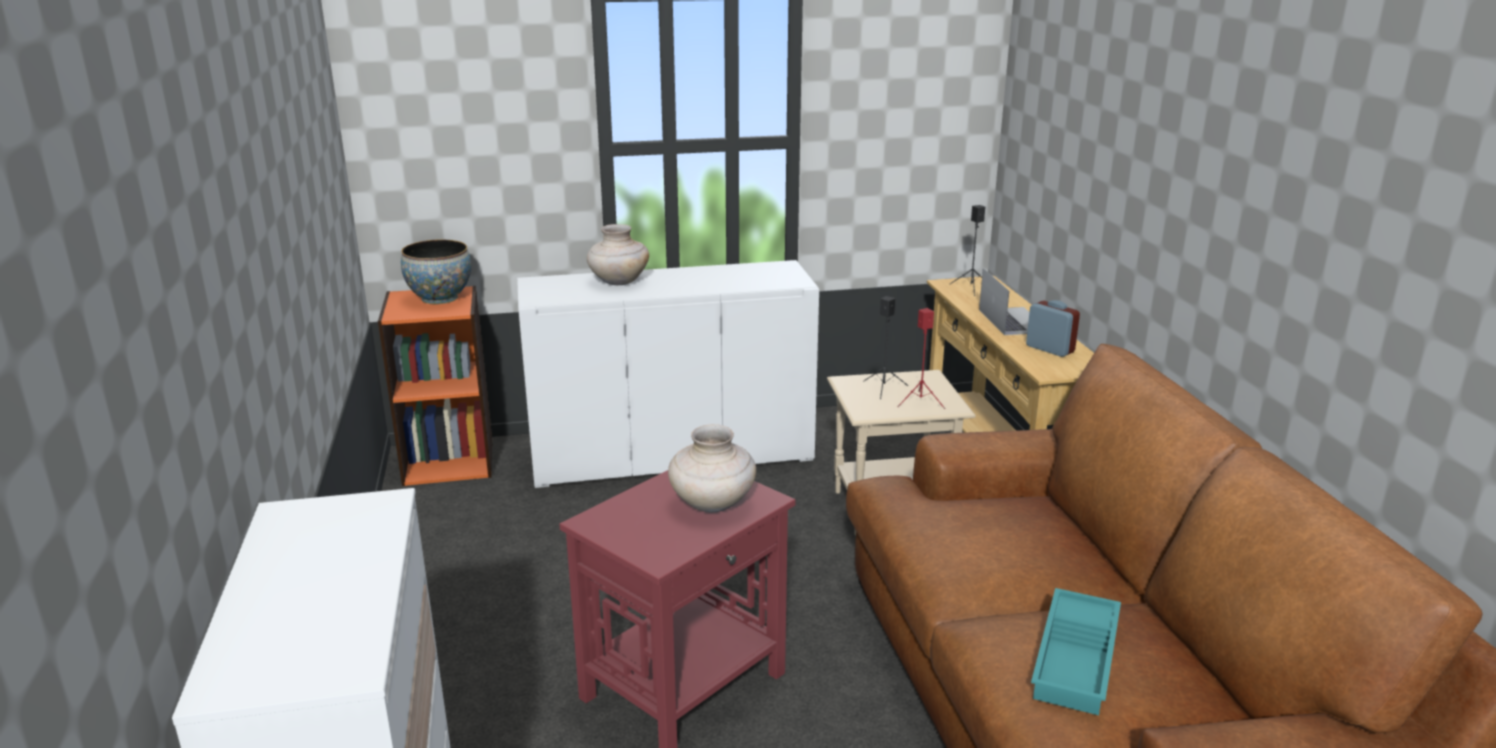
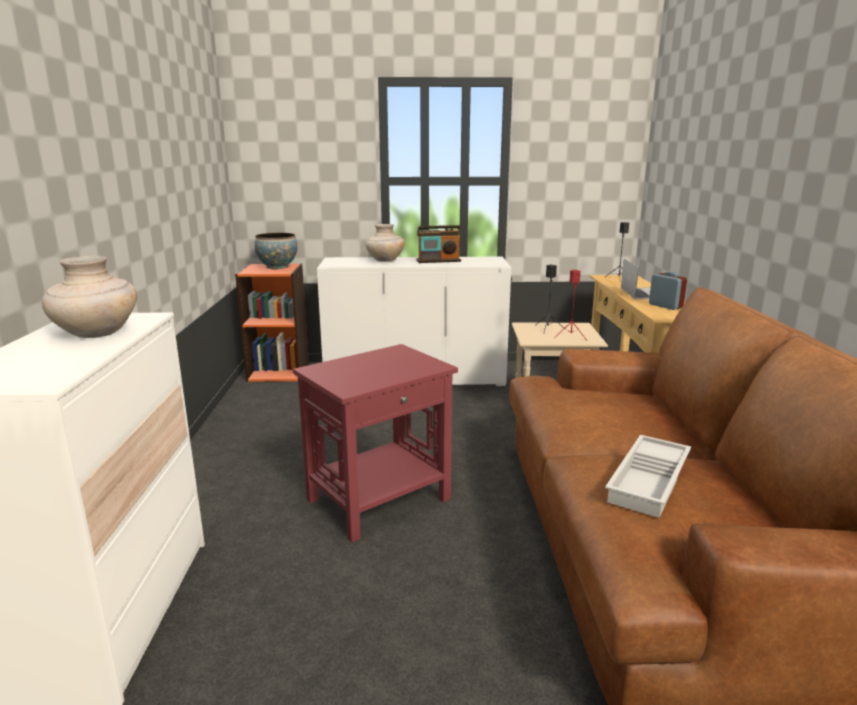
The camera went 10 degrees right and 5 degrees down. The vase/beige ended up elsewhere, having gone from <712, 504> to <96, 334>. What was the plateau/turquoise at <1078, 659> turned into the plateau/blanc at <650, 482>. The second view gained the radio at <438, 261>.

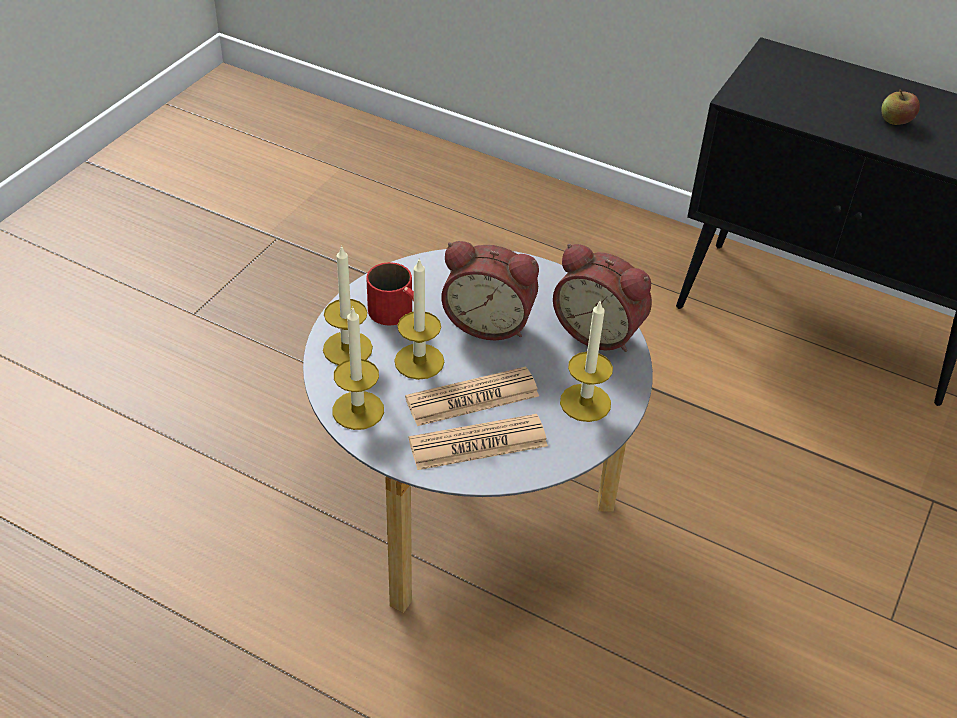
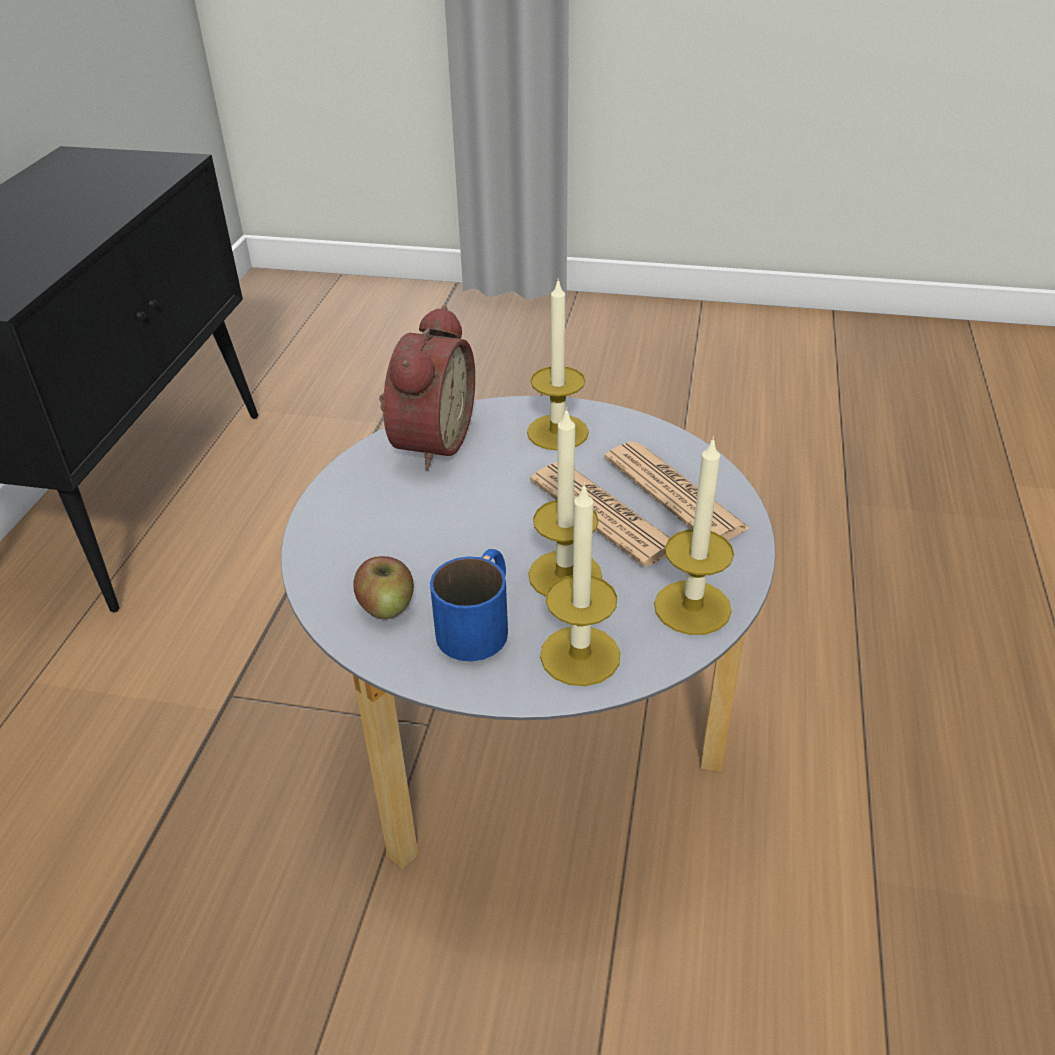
The camera went 105 degrees left and 5 degrees down. What was the mug/rouge at <398, 315> turned into the mug/bleu at <480, 622>. The second view lost the réveil at <489, 322>. The pomme ended up elsewhere, having gone from <896, 121> to <386, 606>.

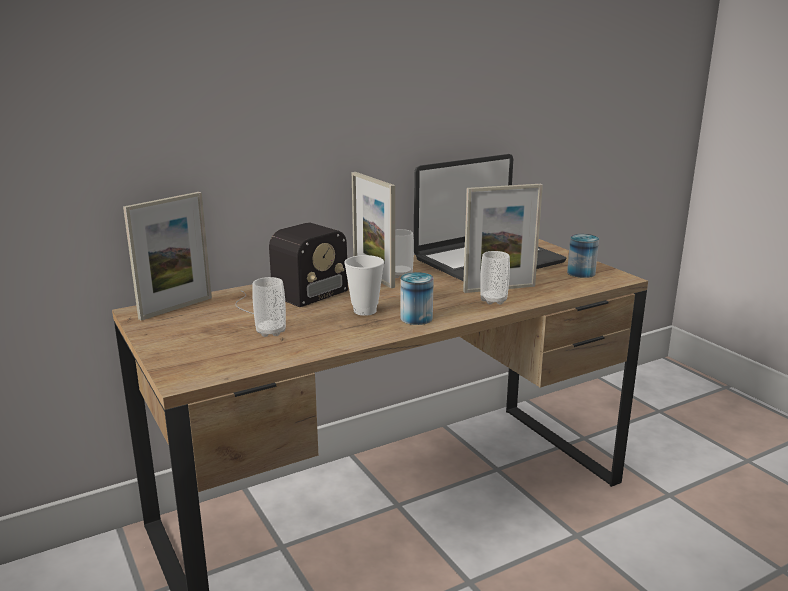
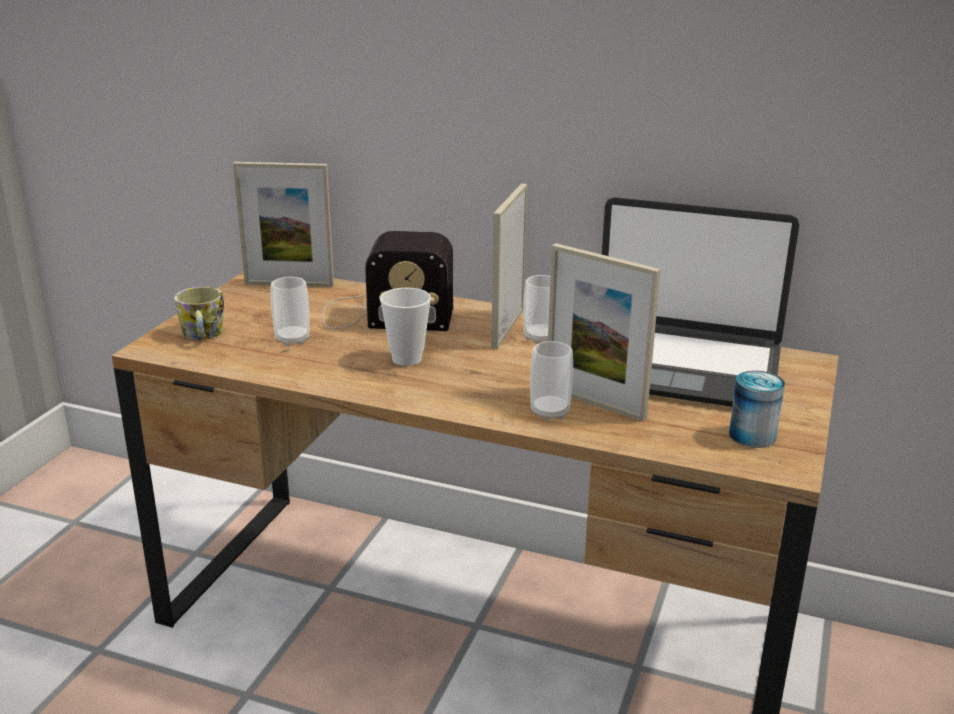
The camera went 50 degrees right and 5 degrees up. The second view lost the boîte métallique at <416, 318>. The second view gained the mug at <202, 335>.

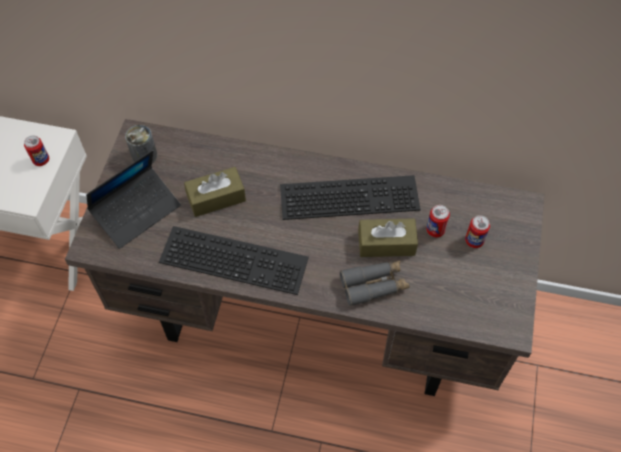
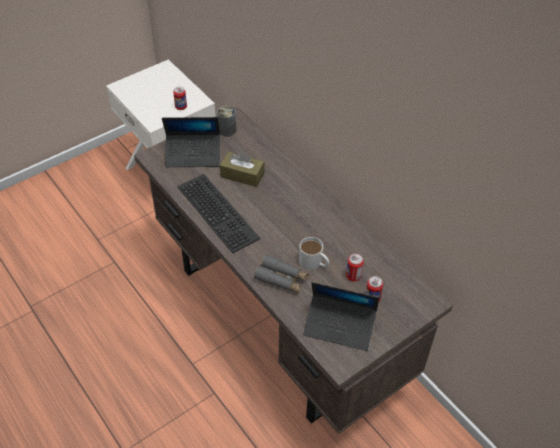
The camera went 40 degrees right and 10 degrees down. The second view lost the clavier at <350, 195>. Where the boîte à mouchoirs/marron stood at <386, 243>, the mug/blanc came to stand at <314, 263>. The second view gained the ordinateur portable at <340, 326>.

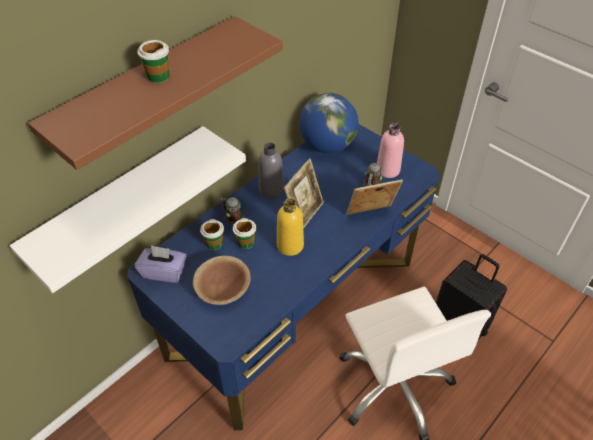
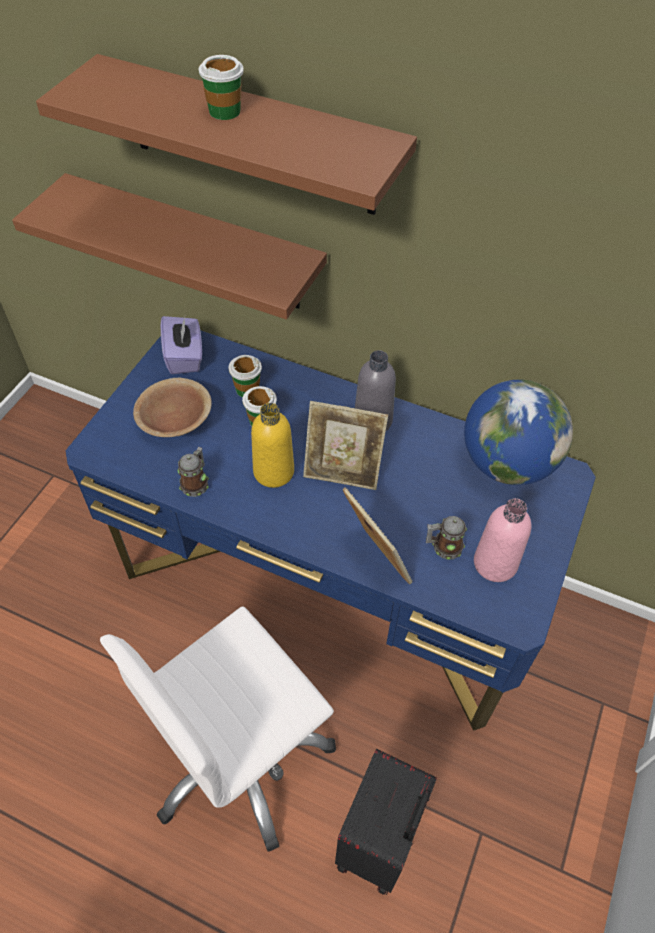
The camera went 70 degrees right and 5 degrees up. What was the étagère/blanc at <121, 201> turned into the étagère/marron at <195, 243>. The mug ended up elsewhere, having gone from <232, 218> to <196, 482>.

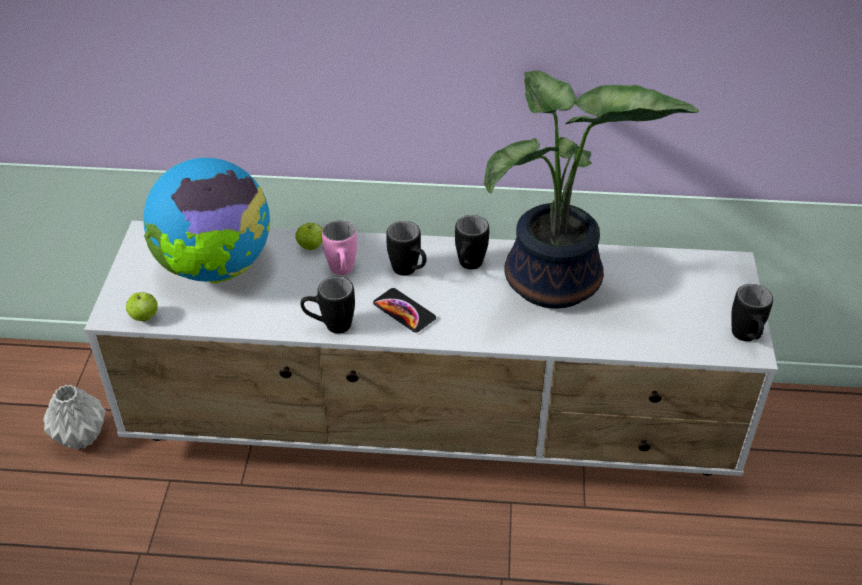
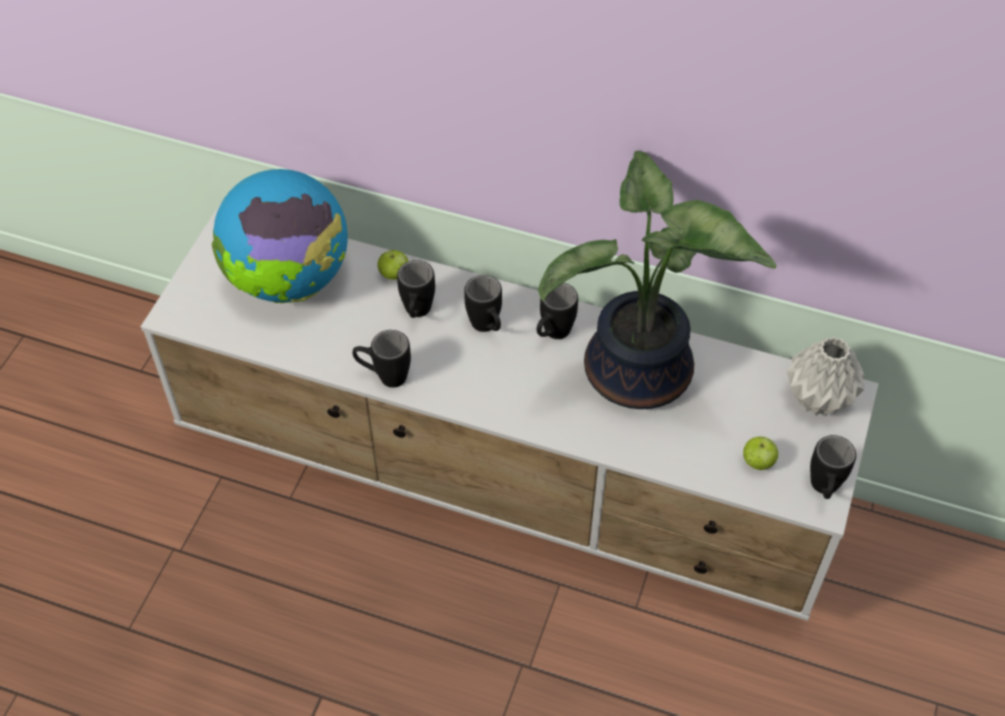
The camera went 15 degrees right and 10 degrees up. The vase/gris ended up elsewhere, having gone from <80, 438> to <817, 400>. The pomme ended up elsewhere, having gone from <144, 317> to <758, 462>. What was the mug/rose at <342, 273> turned into the mug/noir at <417, 314>. The second view lost the téléphone at <404, 311>.

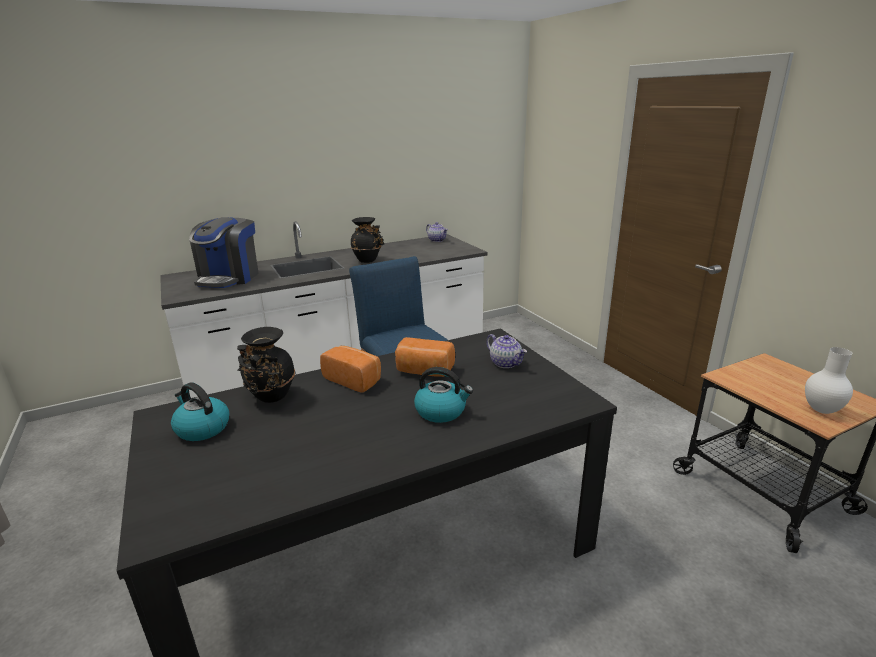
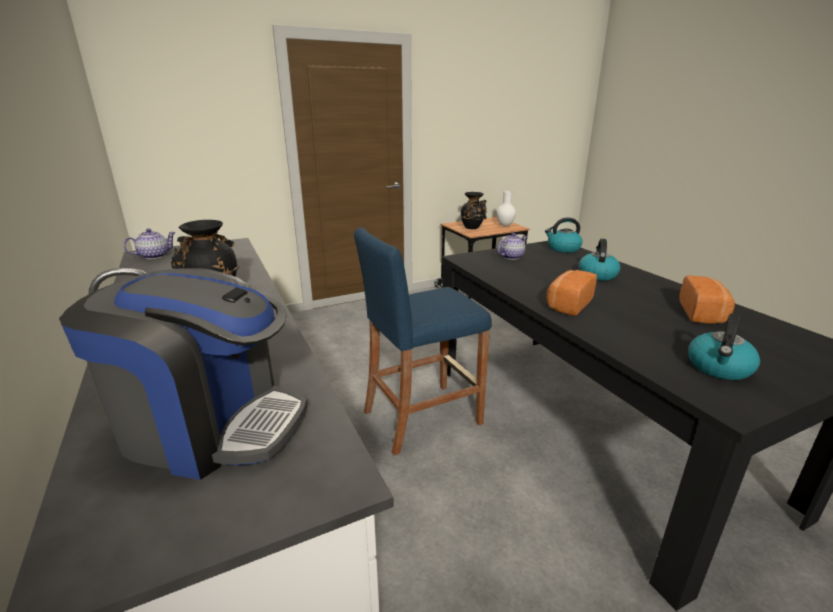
The camera went 90 degrees left and 0 degrees up. The vase/noir ended up elsewhere, having gone from <271, 397> to <473, 227>. The pain ended up elsewhere, having gone from <424, 371> to <703, 313>. The second view gained the bouilloire at <563, 249>.

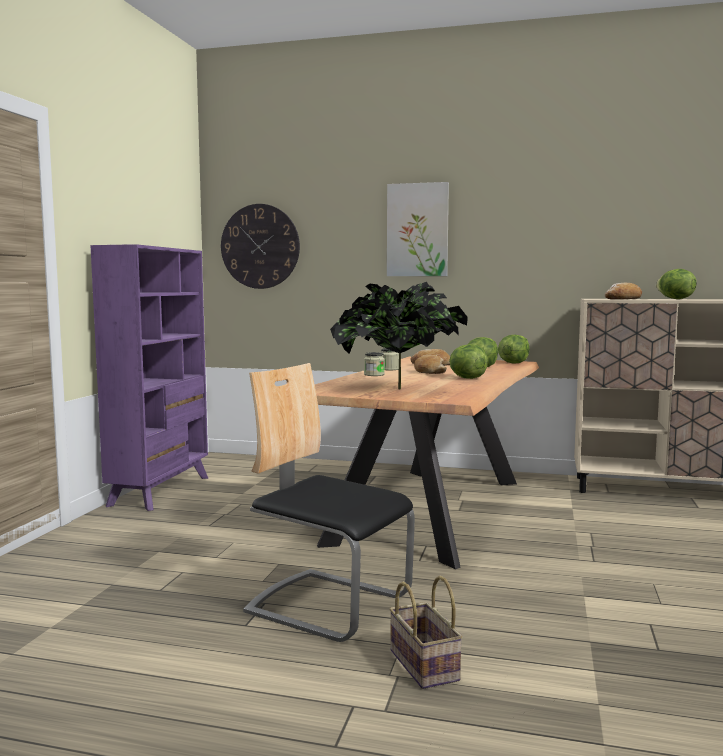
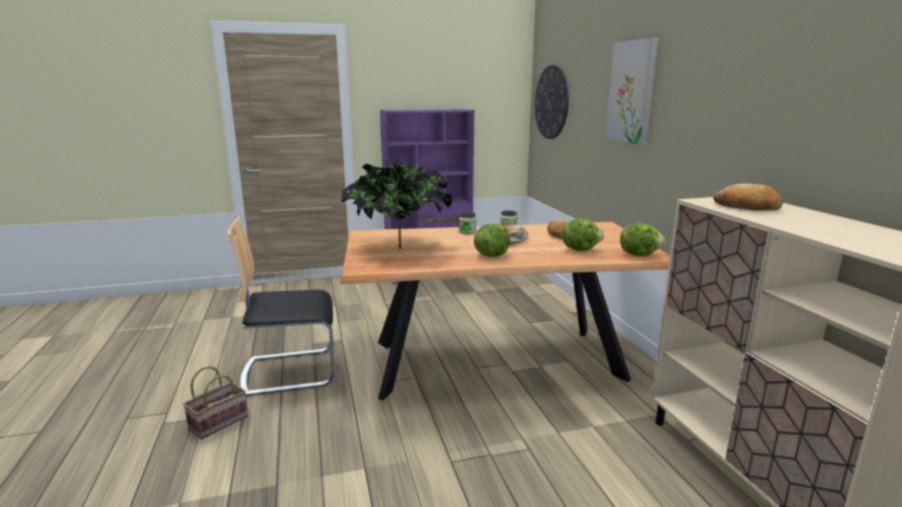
The camera went 60 degrees right and 10 degrees up. The chaise at <328, 604> ended up facing another way, 105 degrees counterclockwise from before. The second view lost the laitue at <675, 299>.

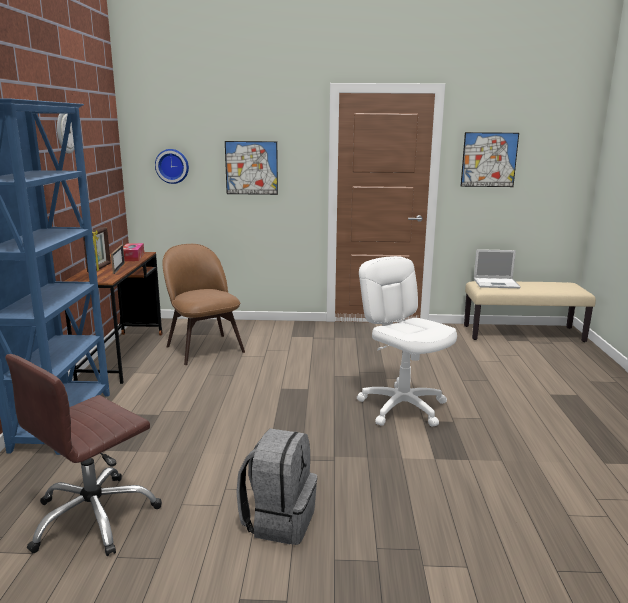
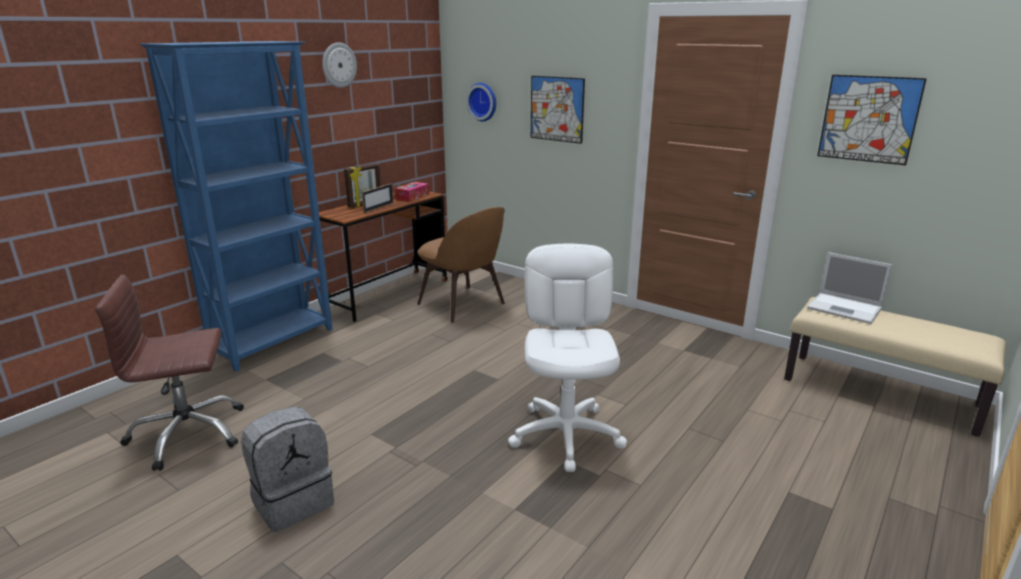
The camera went 35 degrees right and 5 degrees up. The chaise/marron at <204, 348> ended up facing another way, 135 degrees clockwise from before.

